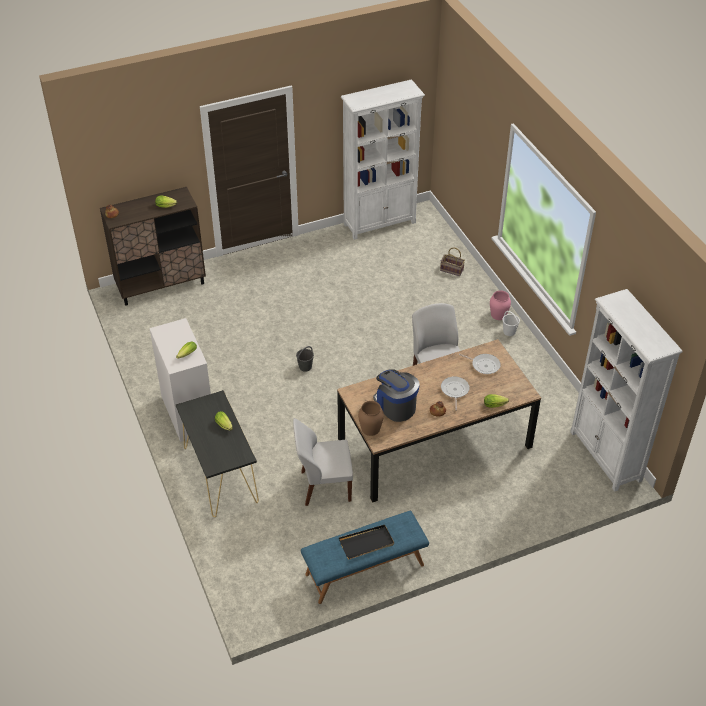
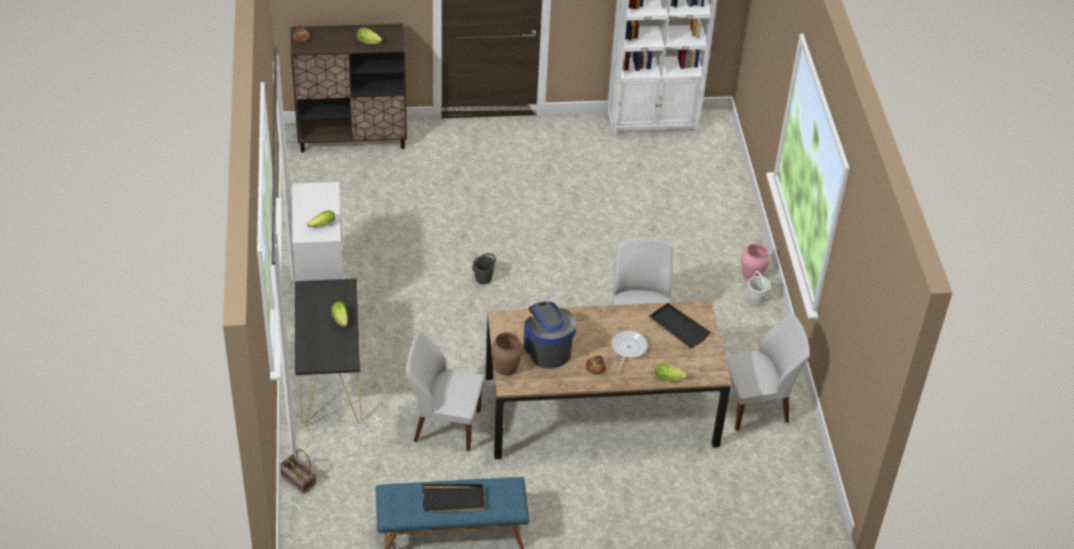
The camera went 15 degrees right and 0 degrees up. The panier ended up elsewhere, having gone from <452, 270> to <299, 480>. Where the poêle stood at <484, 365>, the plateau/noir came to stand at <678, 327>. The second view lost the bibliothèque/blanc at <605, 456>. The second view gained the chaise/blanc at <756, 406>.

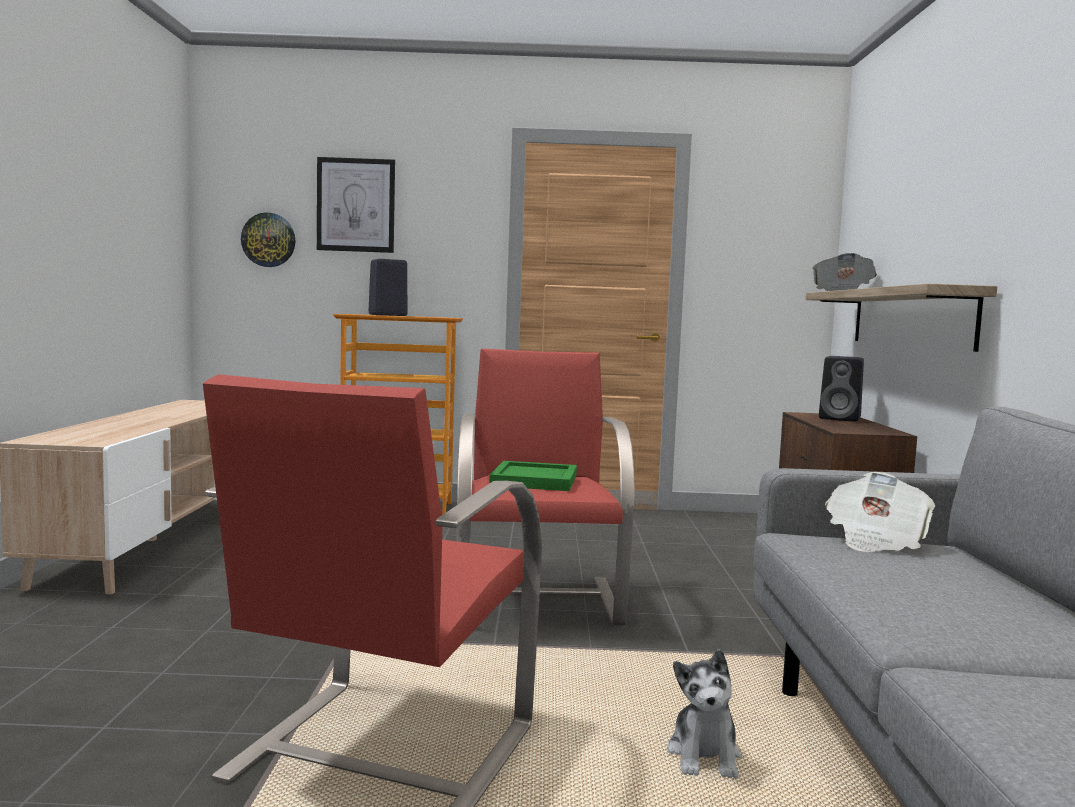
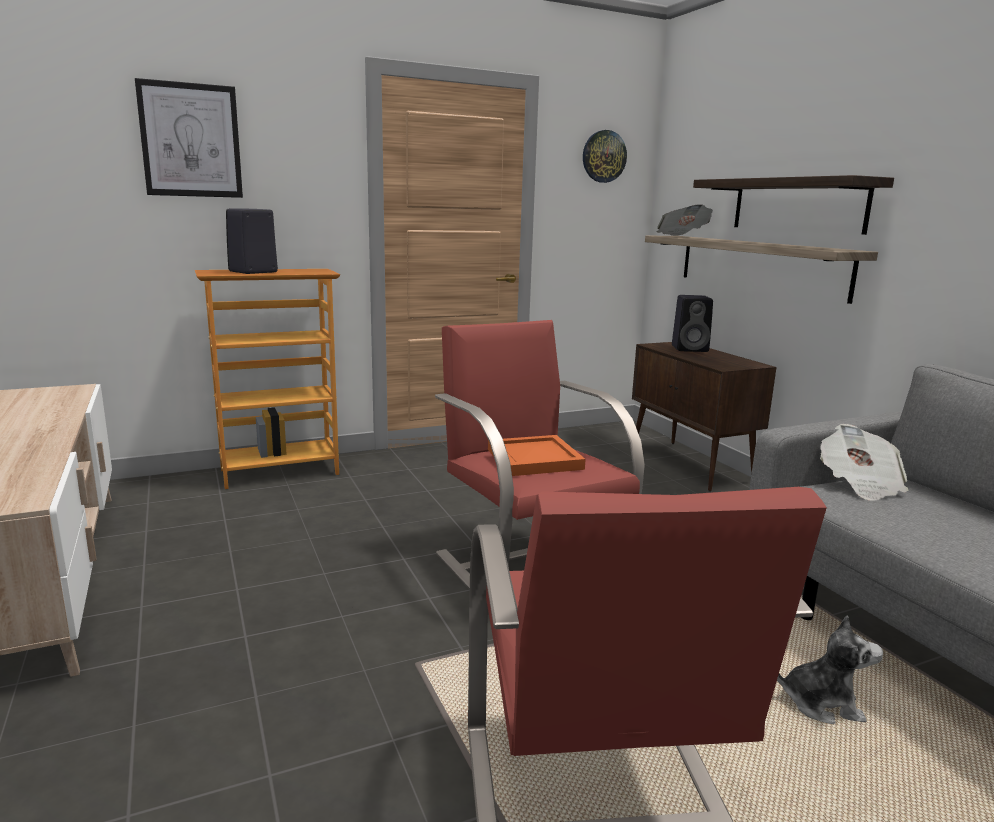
The camera went 25 degrees left and 10 degrees up. The horloge murale ended up elsewhere, having gone from <268, 240> to <604, 156>. What was the plateau/vert at <535, 481> turned into the plateau/orange at <536, 459>. The peluche at <704, 756> ended up facing another way, 60 degrees counterclockwise from before. The second view gained the étagère at <797, 205>.

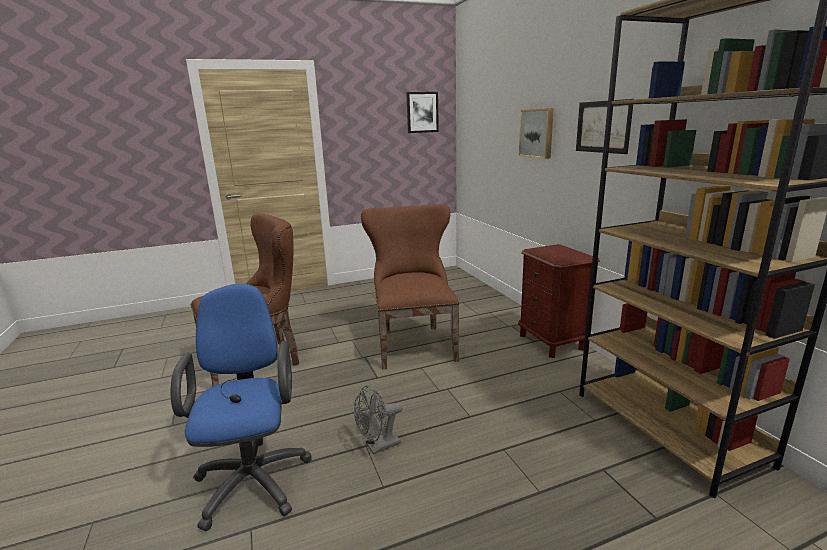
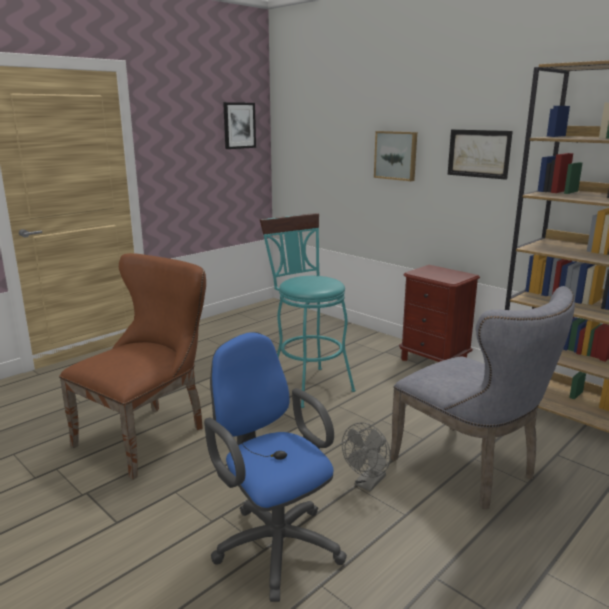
The camera went 25 degrees left and 0 degrees up. Where the chaise/marron stood at <413, 343>, the tabouret/turquoise came to stand at <307, 383>. The second view gained the chaise/gris at <471, 470>.

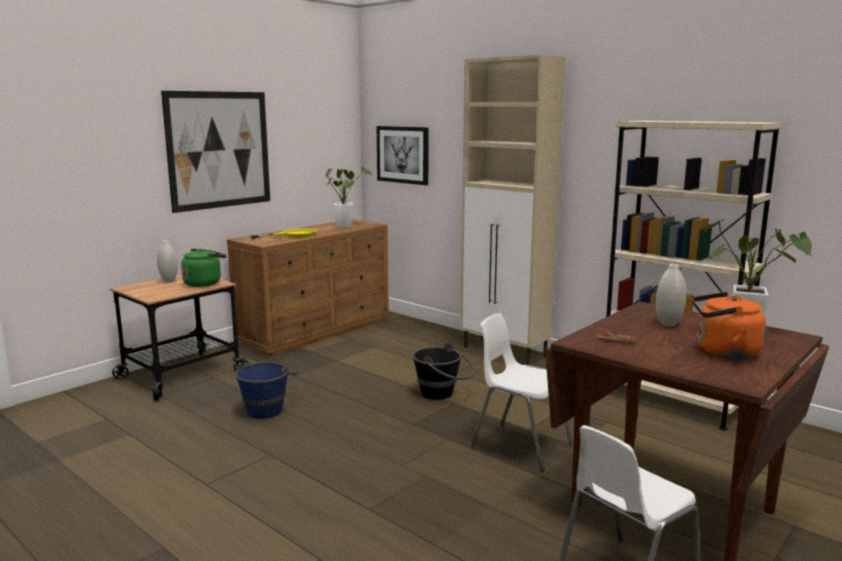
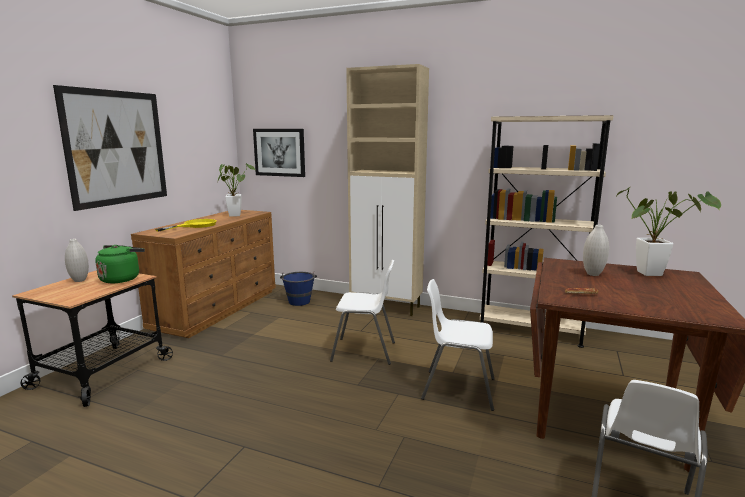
The camera went 20 degrees left and 0 degrees up. The seau/bleu ended up elsewhere, having gone from <267, 408> to <299, 300>. Where the seau/noir stood at <443, 394>, the chaise/blanc came to stand at <364, 351>. The second view lost the bouilloire/orange at <723, 352>.

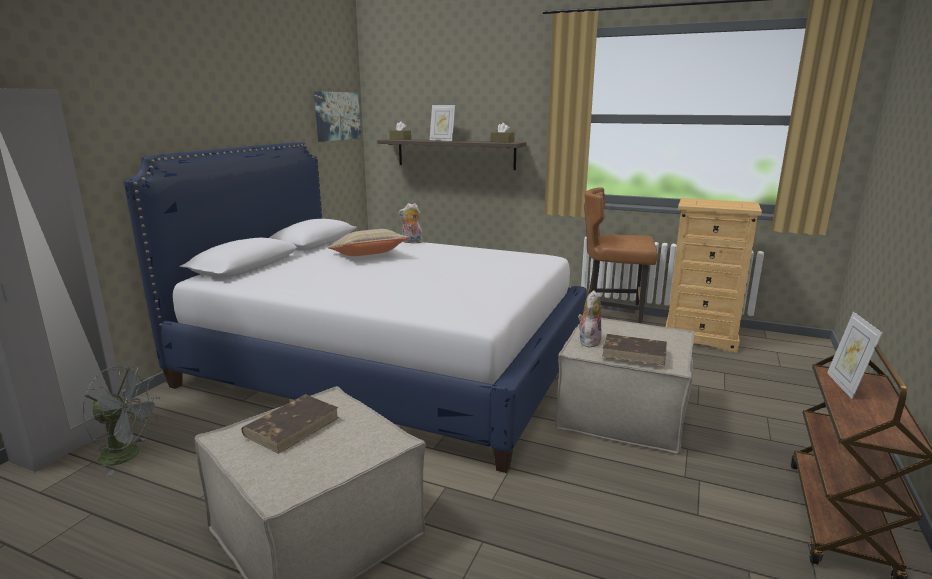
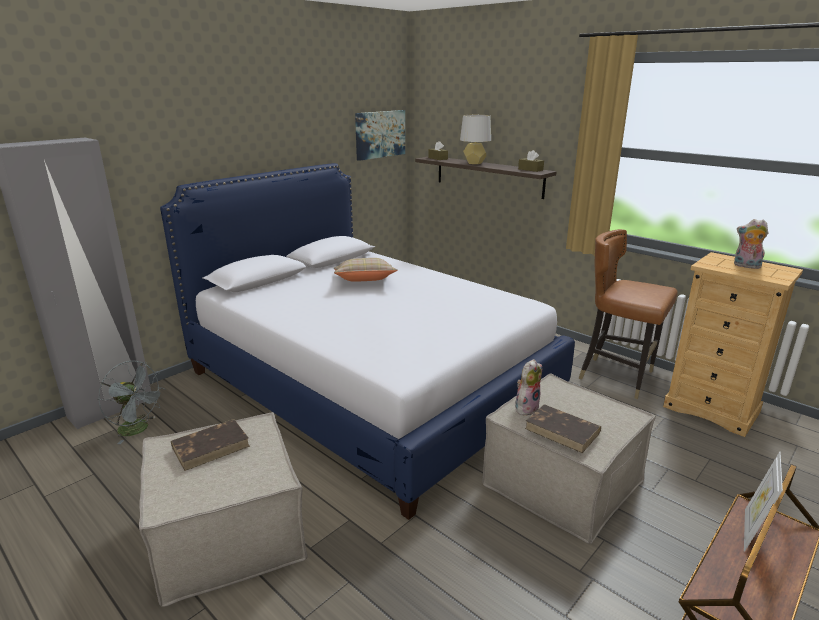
The camera went 20 degrees right and 5 degrees up. The peluche ended up elsewhere, having gone from <411, 242> to <746, 266>. Where the cadre photo stood at <442, 140>, the lampe de table/gris came to stand at <474, 163>.

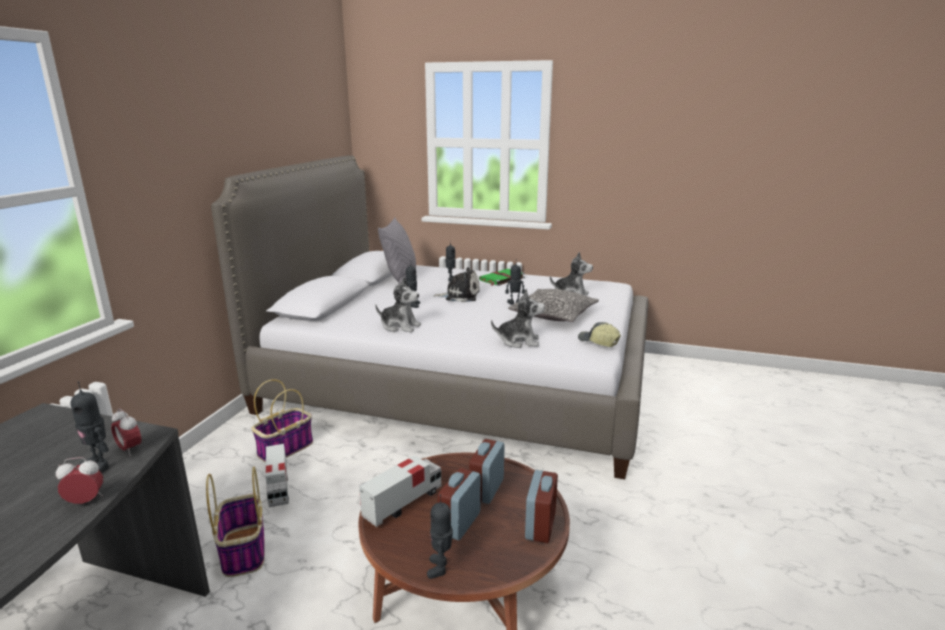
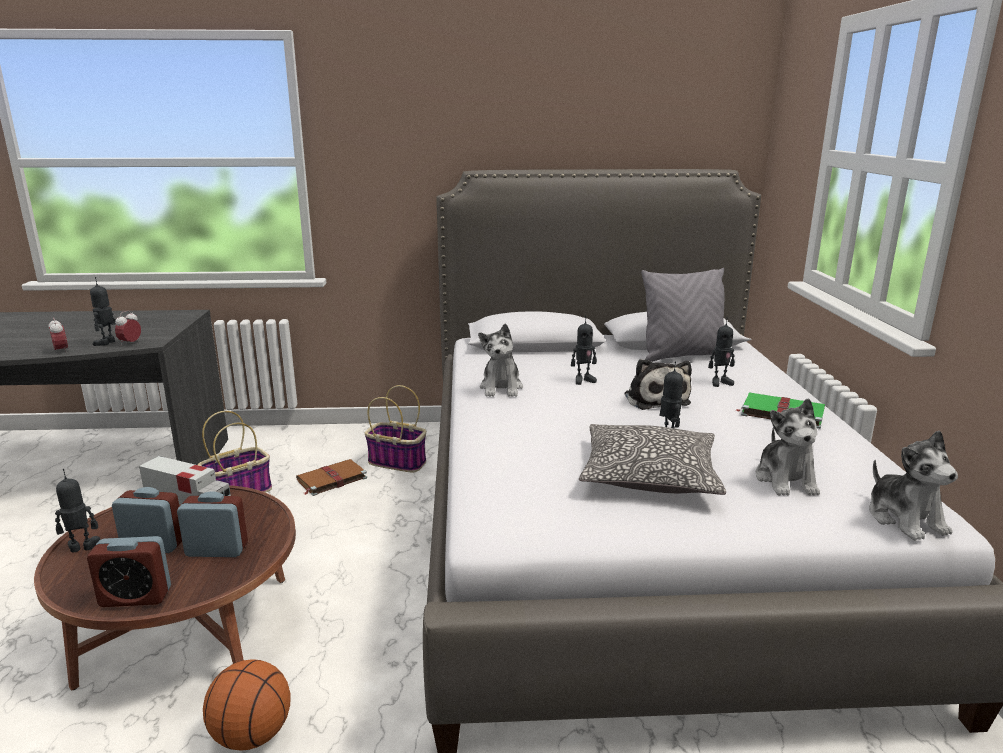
The camera went 70 degrees right and 0 degrees up. Where the camion jouet stood at <278, 488>, the livre/marron came to stand at <331, 479>. The peluche ended up elsewhere, having gone from <519, 341> to <905, 519>. The second view lost the casquette at <598, 342>. The second view gained the ballon de basket at <252, 735>.

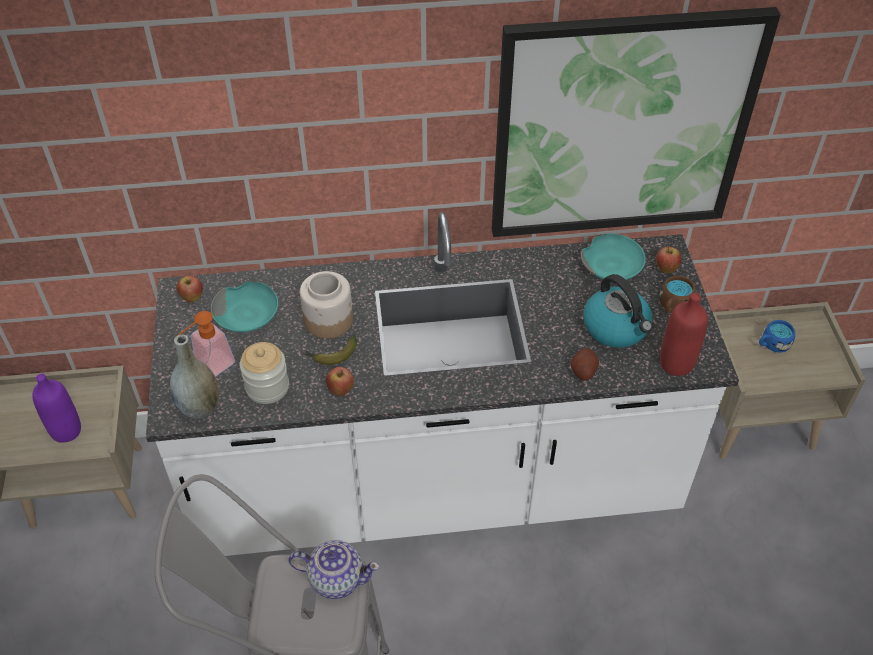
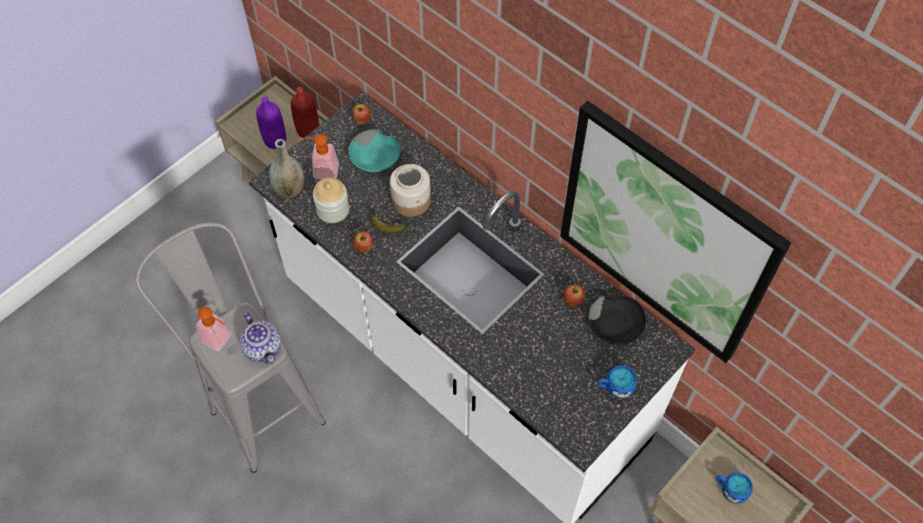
The camera went 50 degrees right and 10 degrees up. The second view lost the pomme de terre at <583, 371>. What was the bol/turquoise at <612, 265> turned into the bol/noir at <617, 325>. The second view lost the bouilloire at <616, 328>. The pomme ended up elsewhere, having gone from <666, 269> to <573, 301>. What was the mug/marron at <673, 306> turned into the mug/bleu at <615, 387>. The bouteille/rouge ended up elsewhere, having gone from <676, 363> to <308, 131>. The second view gained the distributeur de savon at <220, 340>.

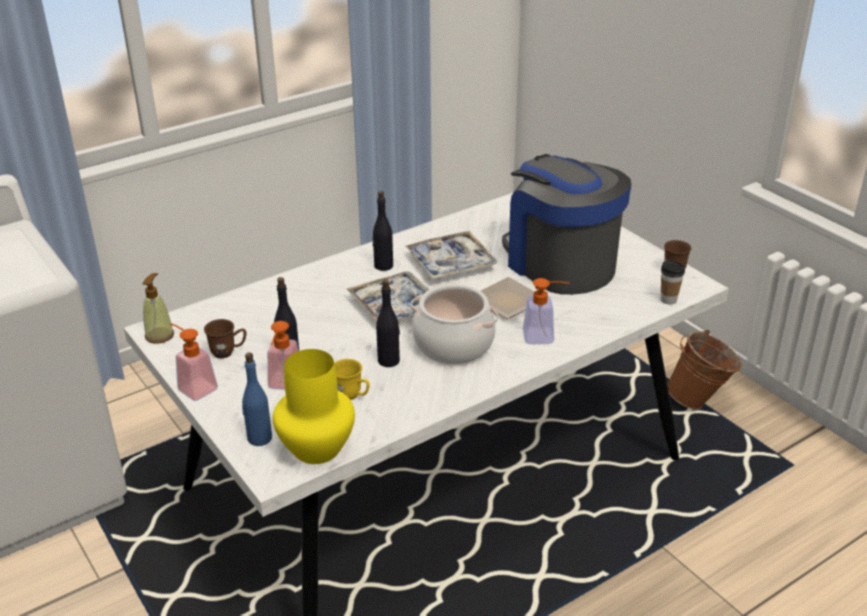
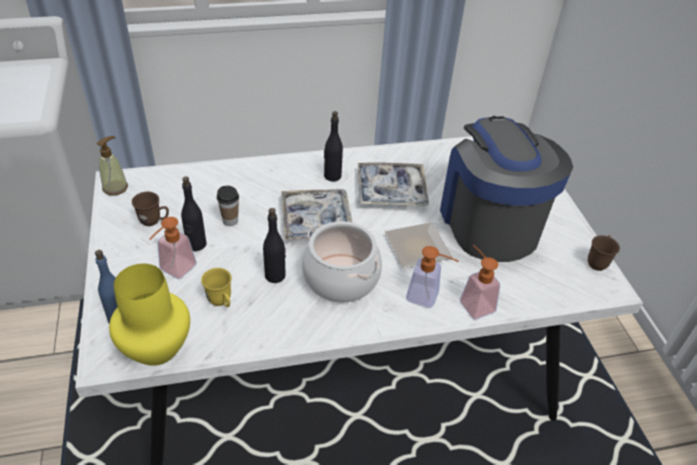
The camera went 20 degrees right and 10 degrees up. The distributeur de savon ended up elsewhere, having gone from <193, 387> to <473, 302>. The tasse ended up elsewhere, having gone from <668, 300> to <230, 221>. The second view lost the seau/marron at <699, 401>.

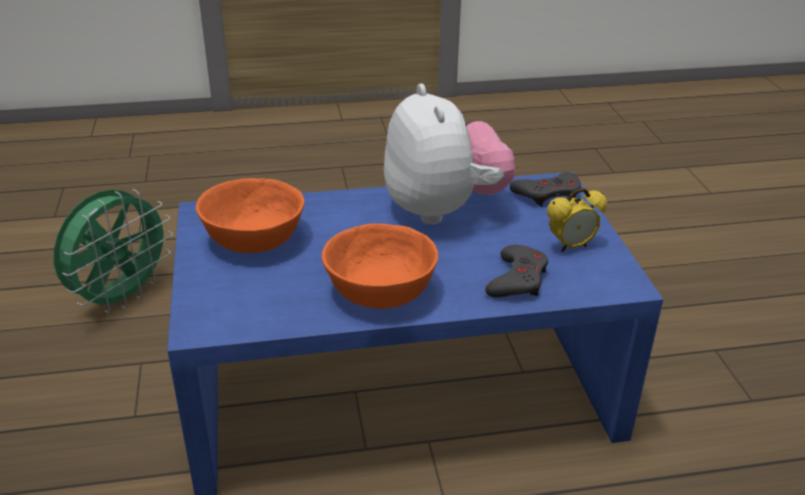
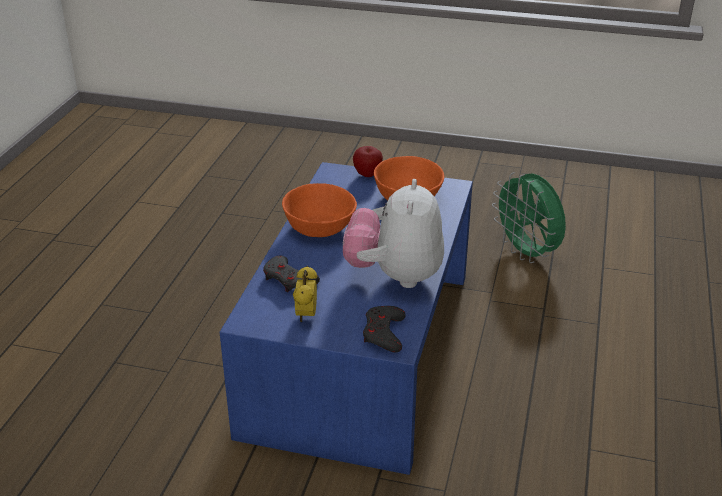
The camera went 115 degrees right and 0 degrees up. The peluche at <443, 209> ended up facing another way, 90 degrees clockwise from before. The second view gained the pomme at <367, 175>.

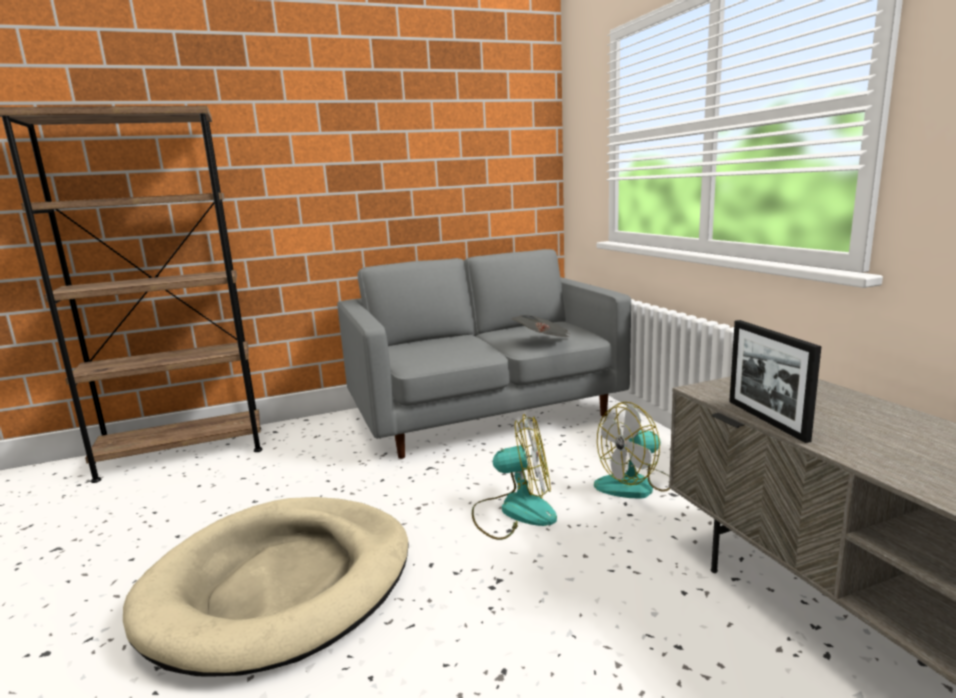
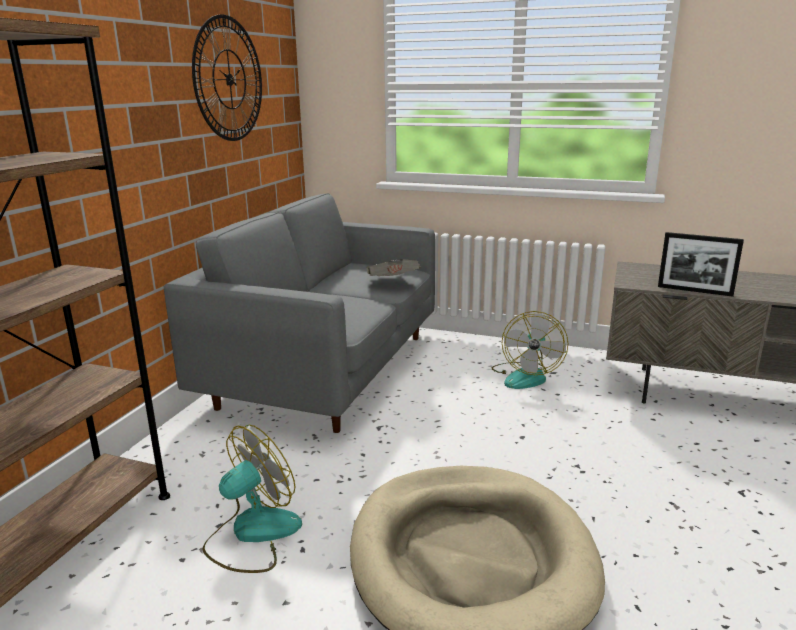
The camera went 50 degrees left and 5 degrees up. The ventilateur ended up elsewhere, having gone from <514, 512> to <252, 534>. The second view gained the horloge murale at <229, 79>.

